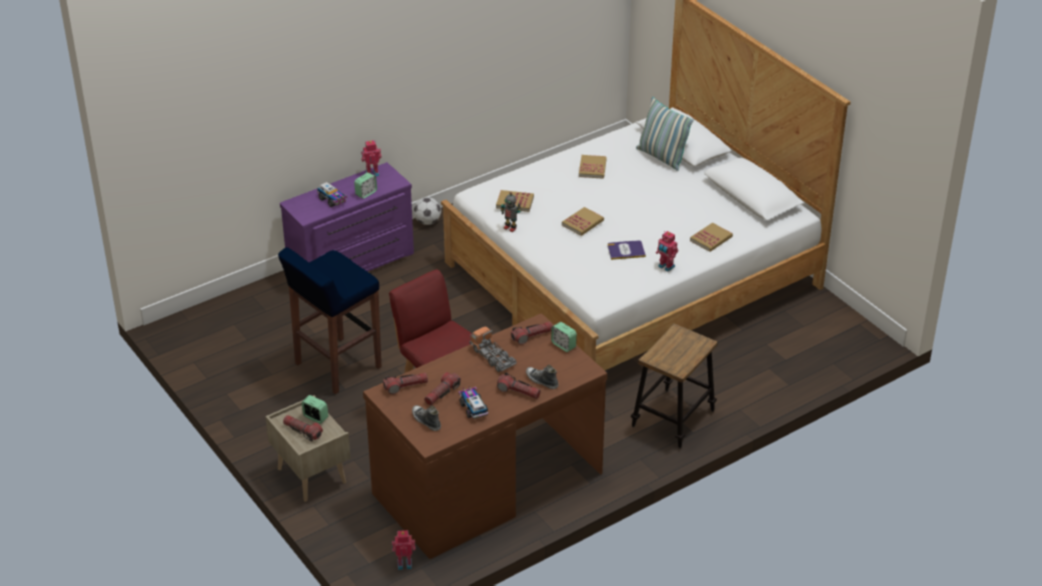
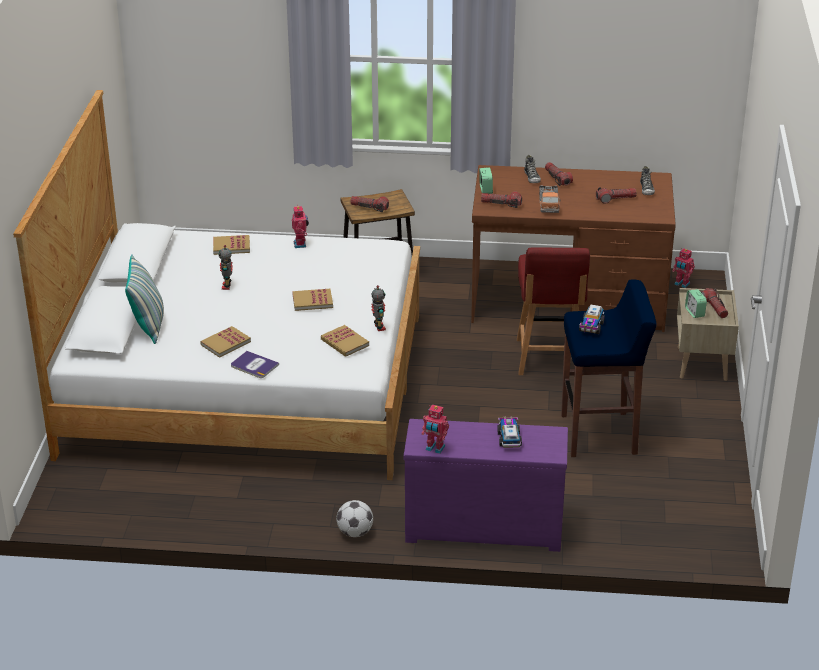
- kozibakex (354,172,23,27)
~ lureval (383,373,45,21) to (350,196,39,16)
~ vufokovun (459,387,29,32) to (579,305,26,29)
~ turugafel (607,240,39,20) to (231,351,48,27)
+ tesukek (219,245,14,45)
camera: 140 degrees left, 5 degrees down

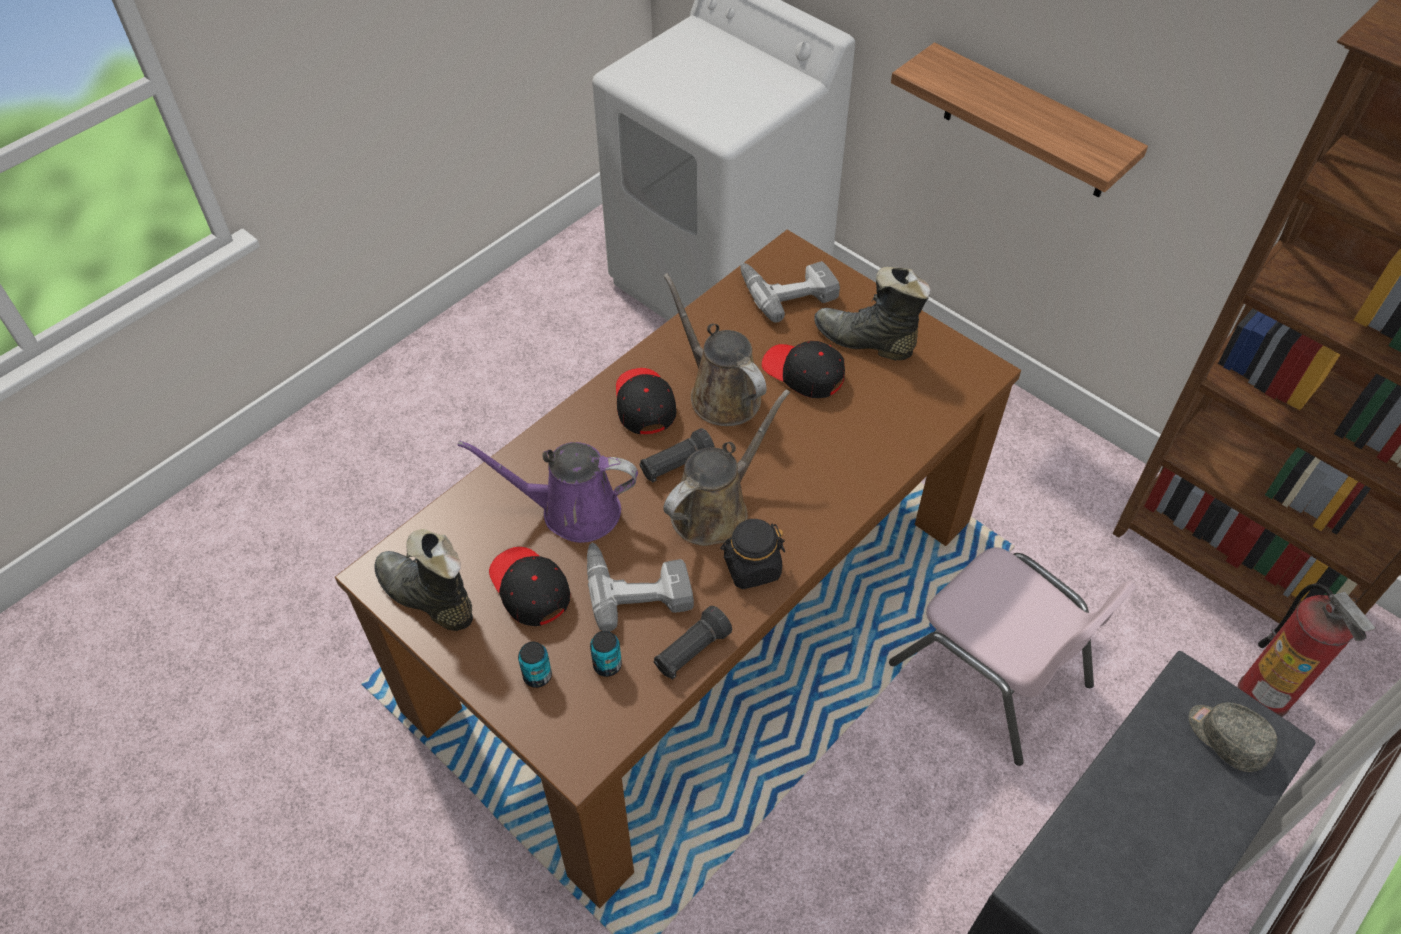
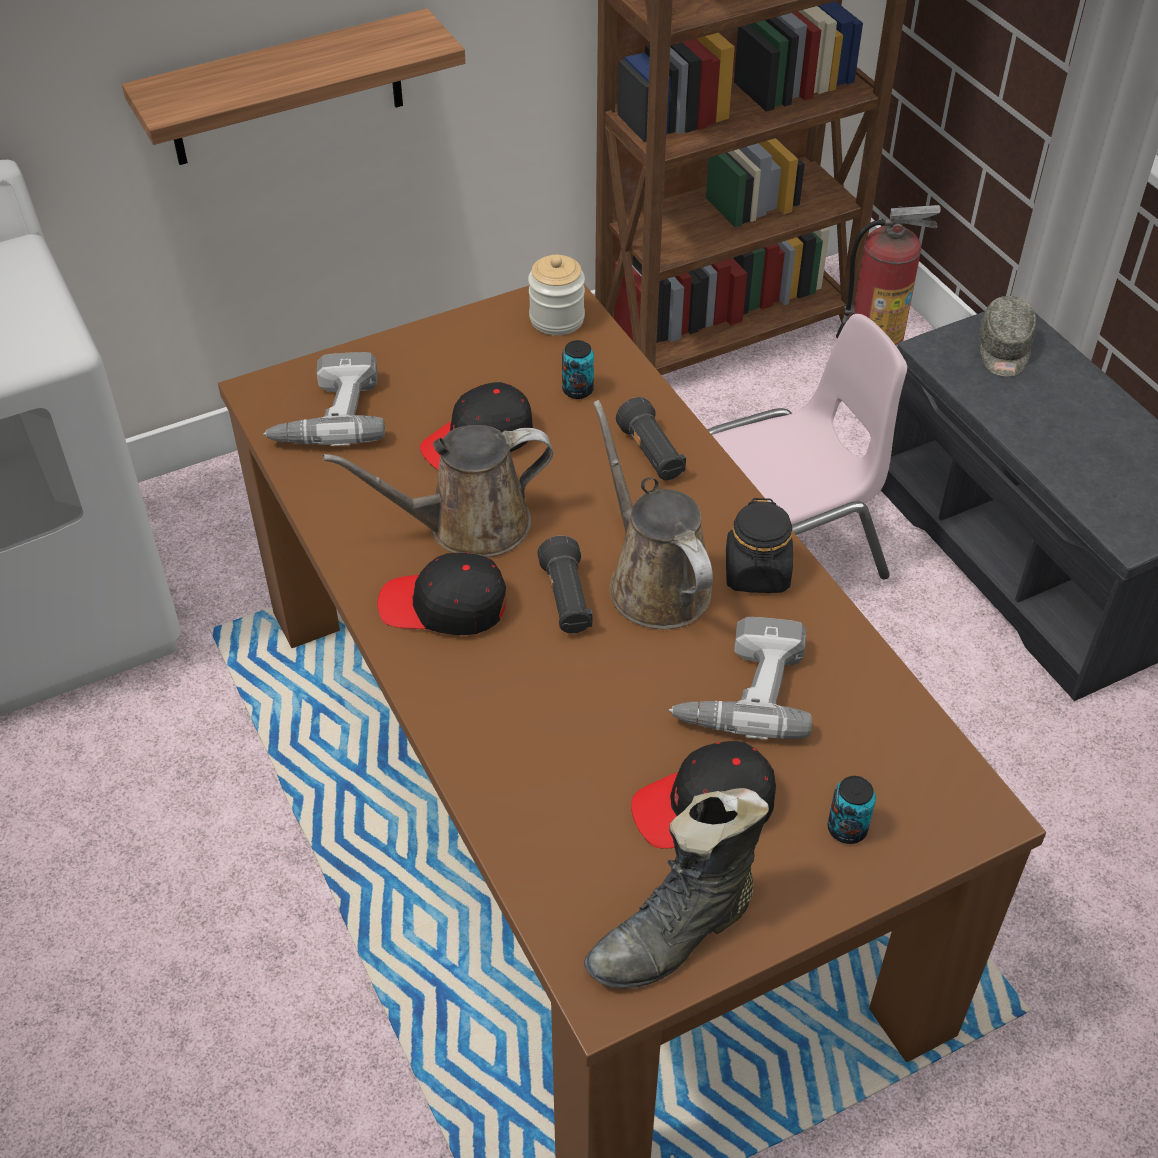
- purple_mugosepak (458,440,180,103)
~ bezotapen (590,631,32,46) to (562,340,32,59)
~ black_lureval (654,606,78,74) to (616,397,70,83)
- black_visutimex (814,267,117,93)
~ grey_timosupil (1189,702,88,70) = (979,296,57,81) 60 degrees counterclockwise
+ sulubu (528,255,57,80)
camera: 70 degrees left, 5 degrees down

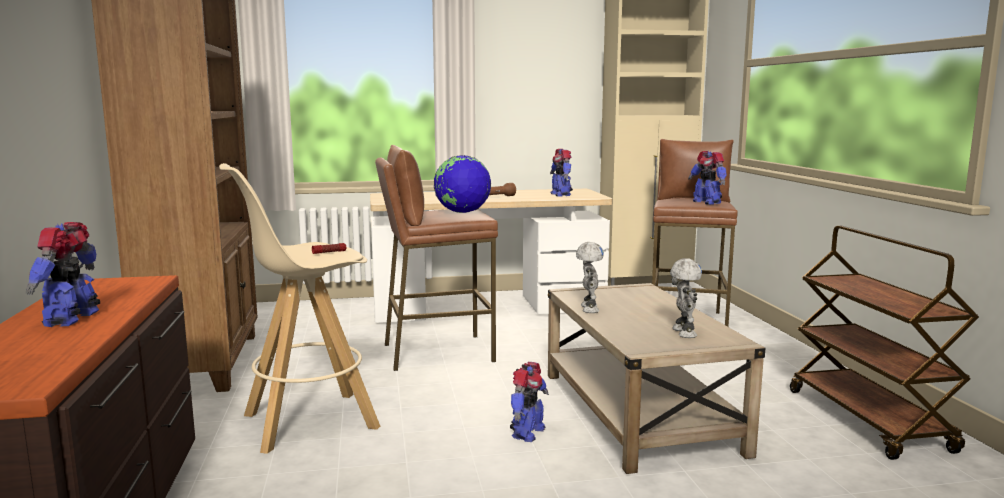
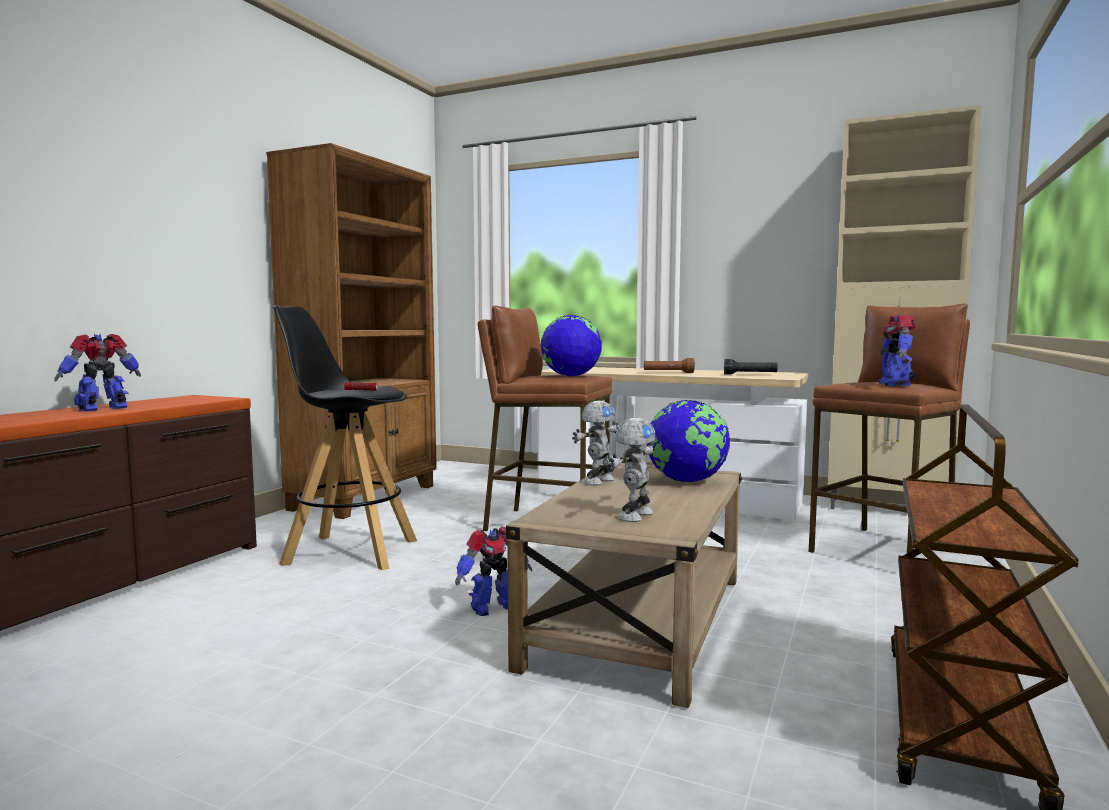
~ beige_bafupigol (219,163,161,291) to black_bafupigol (273,305,144,265)
~ tesukek (550,149,23,48) to black_lureval (724,359,54,16)
+ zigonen (647,400,83,82)
camera: 35 degrees right, 5 degrees down

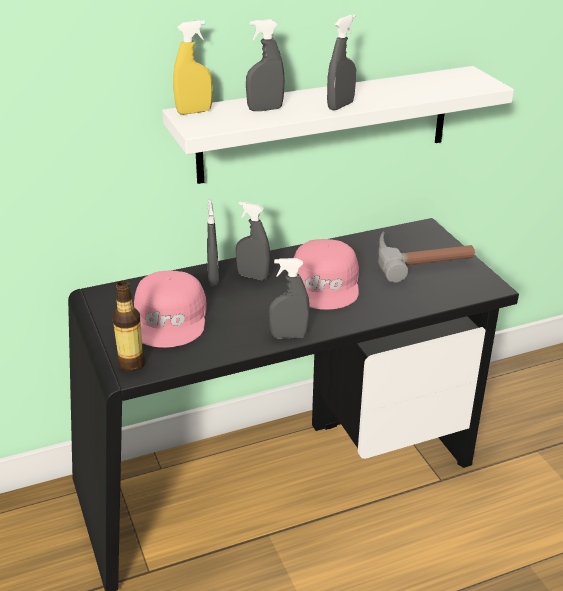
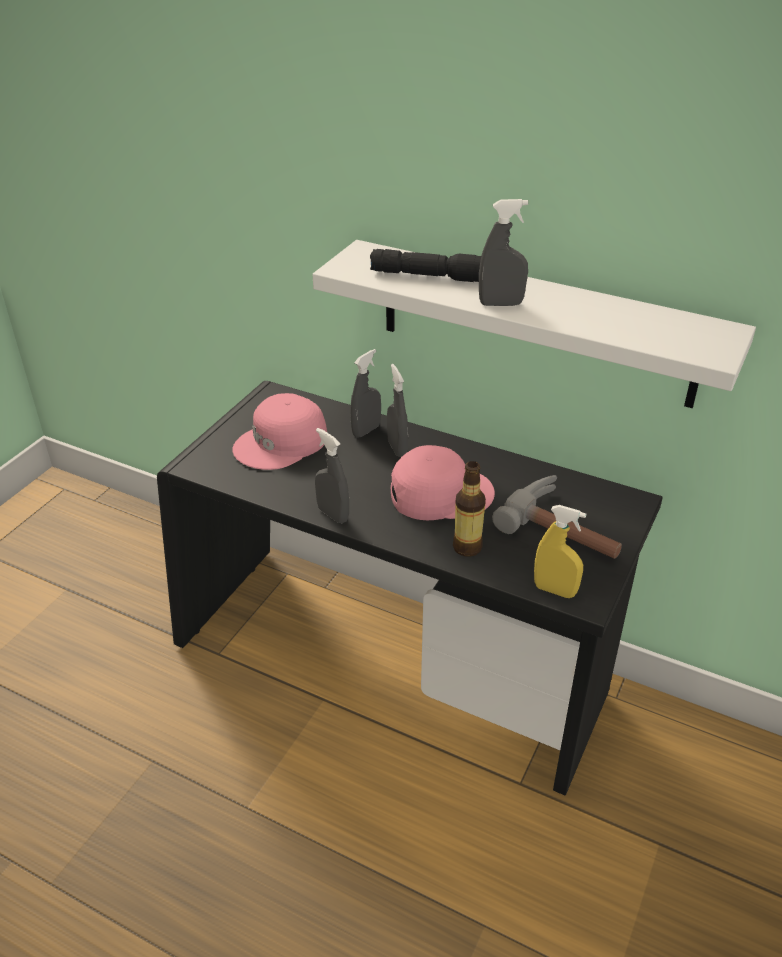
~ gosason (112,280,33,92) to (453,461,33,96)
~ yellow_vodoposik (173,20,40,95) to (534,505,52,93)
~ grey_vodoposik (246,19,39,92) to black_lureval (370,249,111,33)
~ pink_timosupil (294,239,65,71) = (391,445,104,75) 150 degrees counterclockwise
camera: 50 degrees right, 5 degrees up

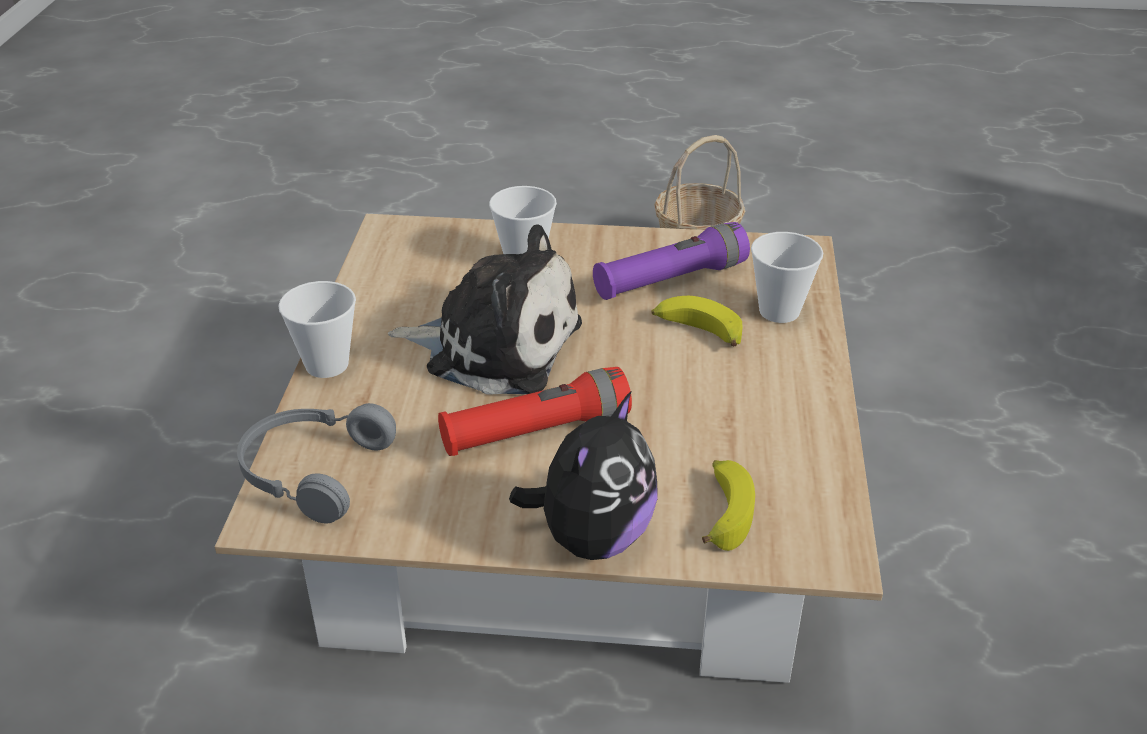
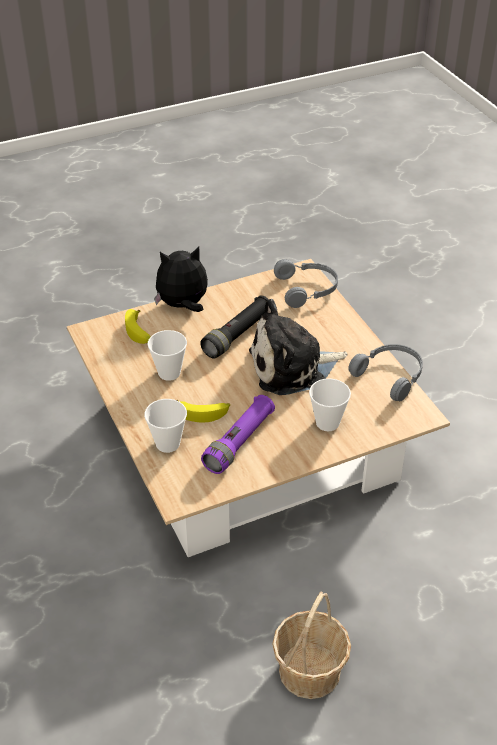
~ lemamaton (279,281,77,97) to (148,330,39,51)
~ red_lureval (438,367,194,89) to black_lureval (200,295,69,64)
~ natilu (509,392,149,168) = (154,246,54,66) 75 degrees clockwise
+ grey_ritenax (348,344,75,57)
camera: 150 degrees right, 5 degrees up

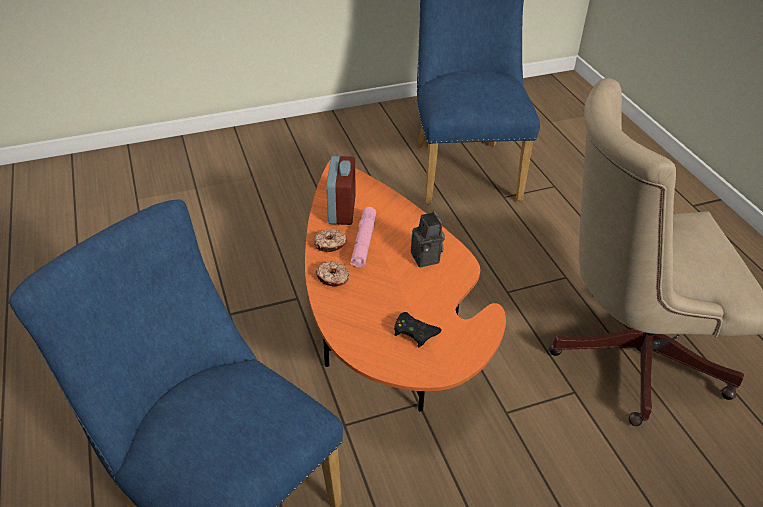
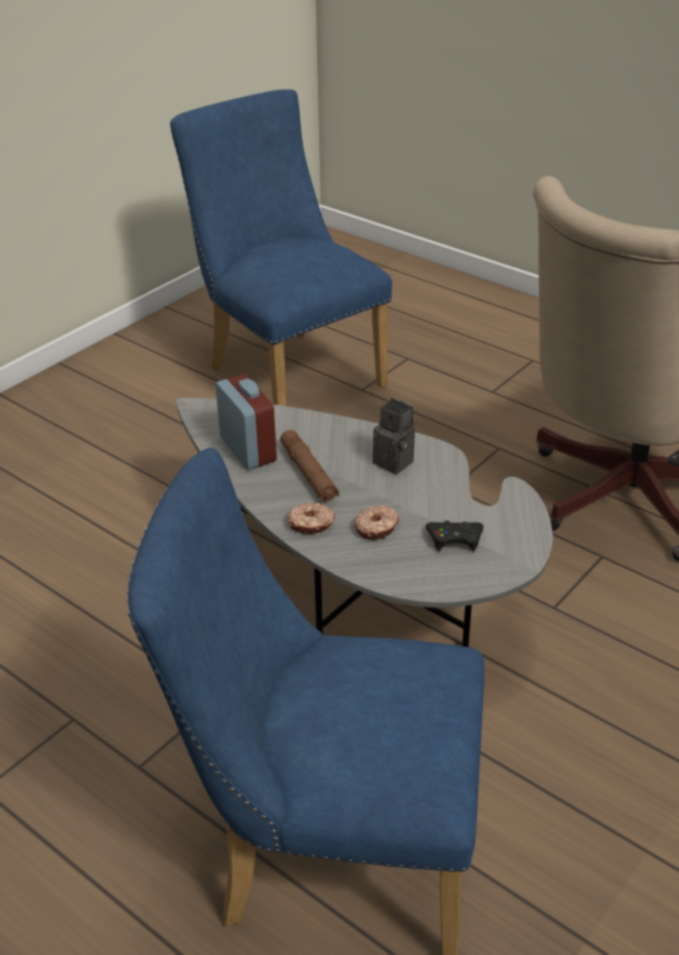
~ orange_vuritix (305,161,201,251) to grey_vuritix (176,398,377,249)
~ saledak (314,229,33,23) to (354,505,45,35)
~ pink_lureval (350,207,26,60) to brown_lureval (280,430,59,72)
camera: 30 degrees left, 5 degrees down

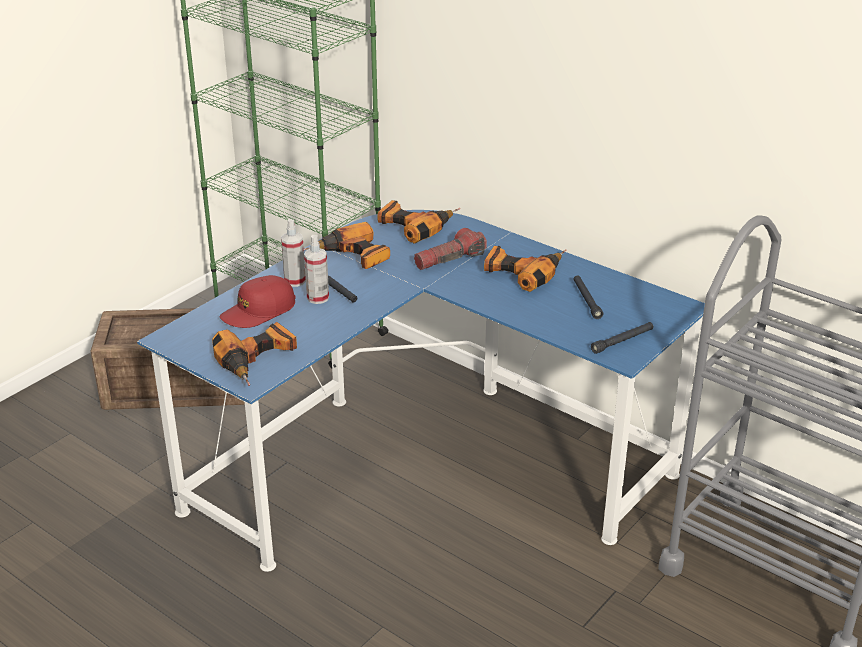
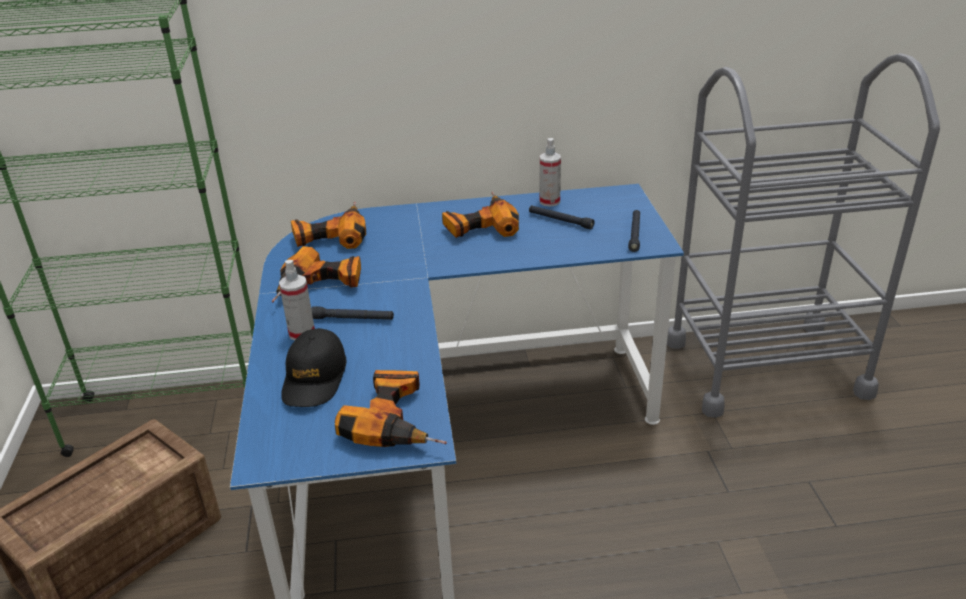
~ red_timosupil (220,275,76,53) to black_timosupil (281,328,65,79)
~ vodoposik (304,235,25,69) to (540,138,21,68)
- lureval (414,228,73,42)
camera: 45 degrees left, 0 degrees up

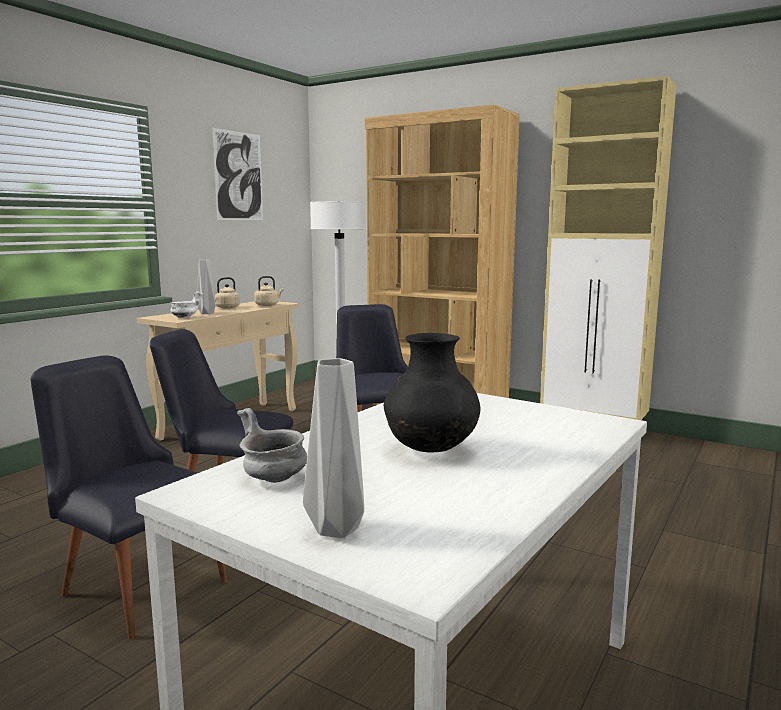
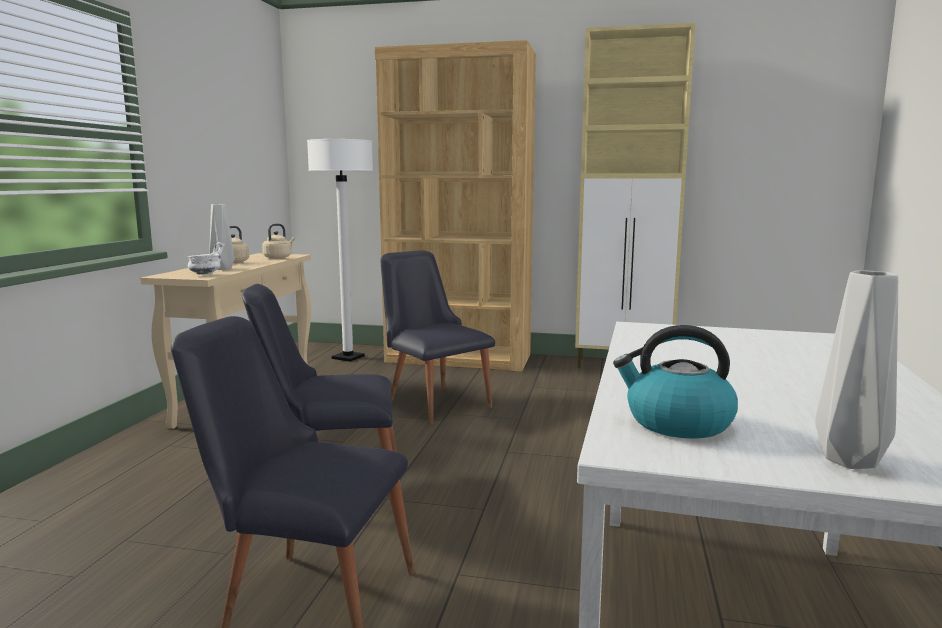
- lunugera (212,128,51,92)
~ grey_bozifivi (237,408,70,75) to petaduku (613,325,125,114)
- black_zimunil (383,333,97,120)
camera: 20 degrees left, 0 degrees up

